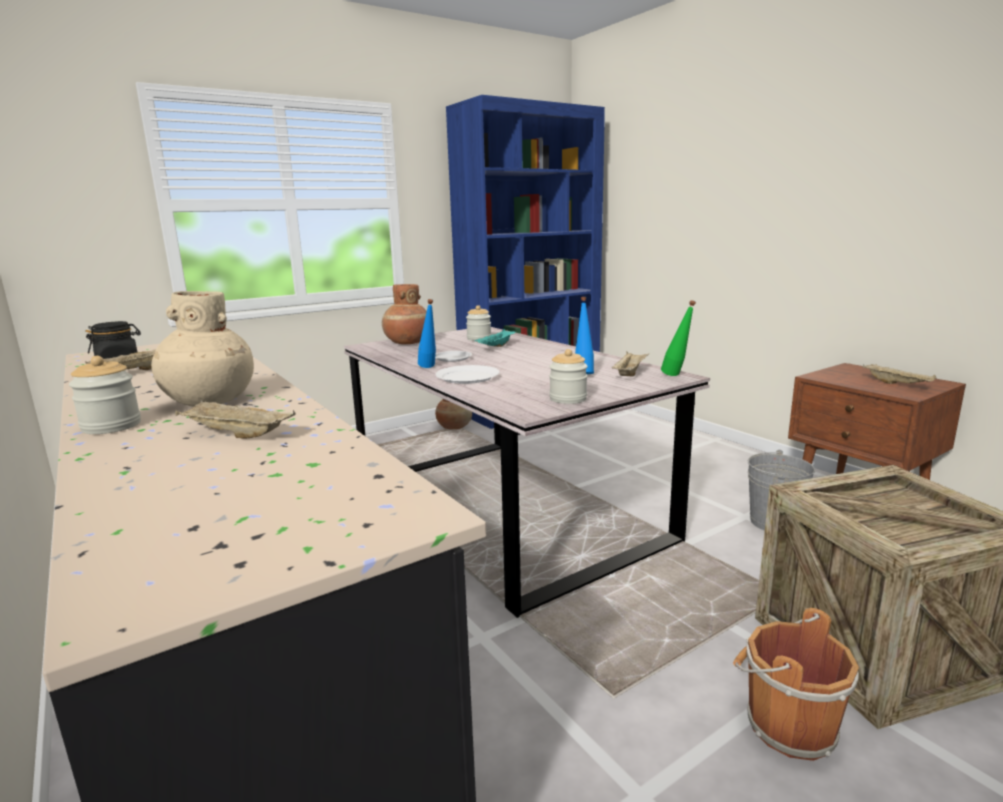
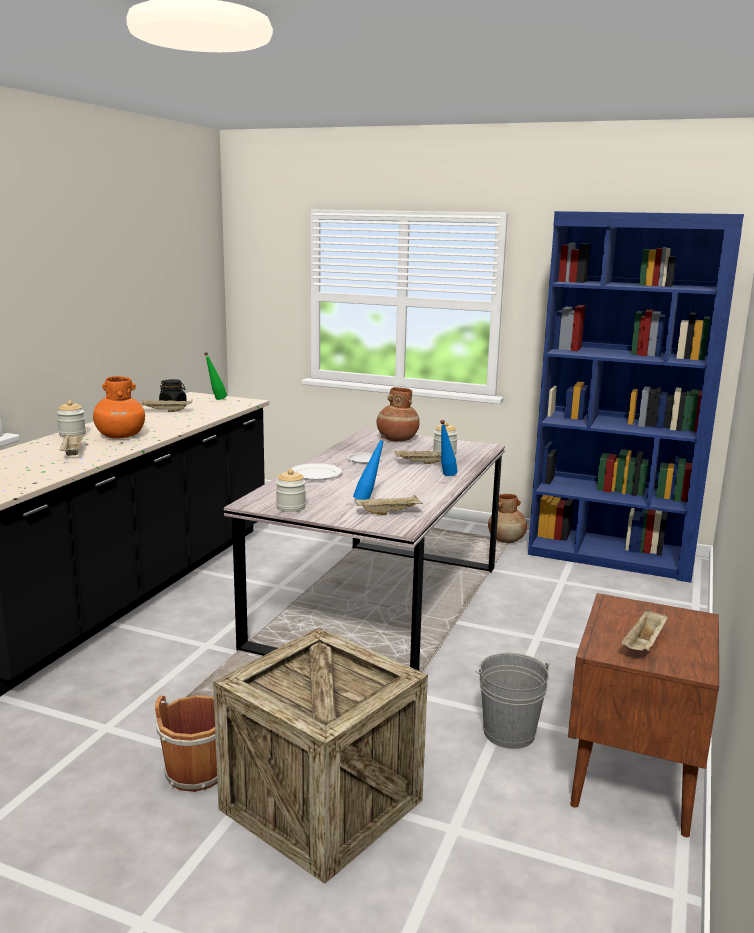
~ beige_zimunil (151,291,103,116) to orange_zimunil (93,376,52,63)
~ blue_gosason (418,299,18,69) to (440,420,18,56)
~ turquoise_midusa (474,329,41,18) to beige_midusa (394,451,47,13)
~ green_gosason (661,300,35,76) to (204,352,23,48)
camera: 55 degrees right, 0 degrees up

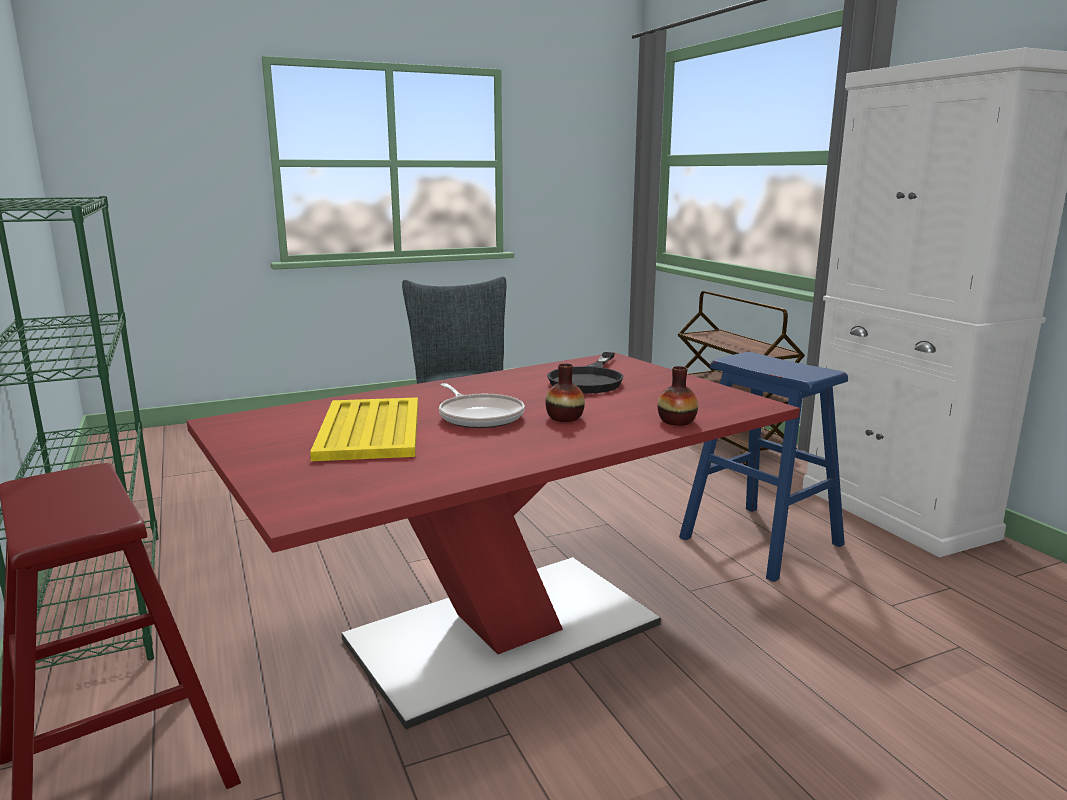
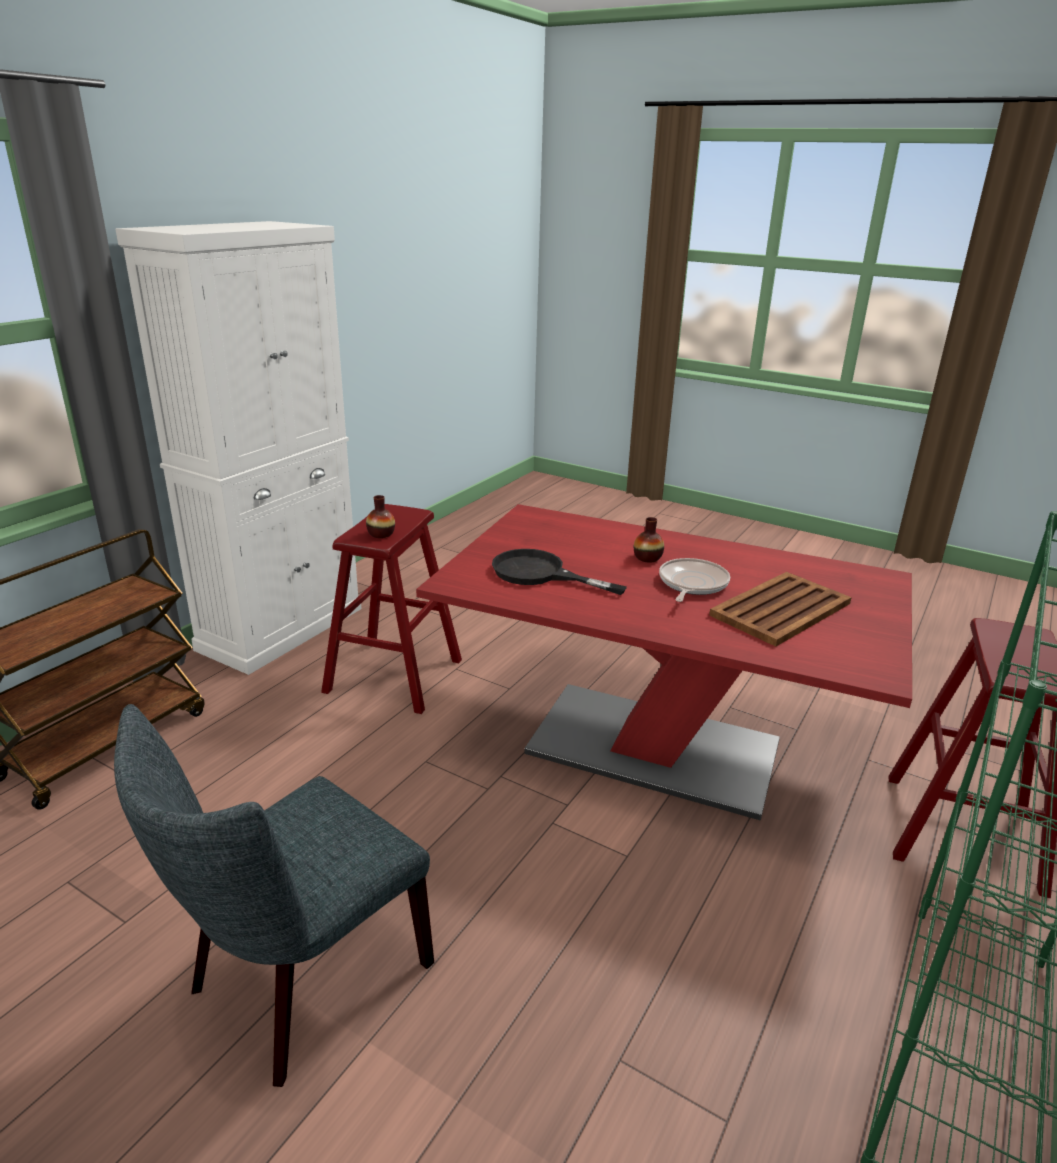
~ yellow_midusa (310,397,108,64) to brown_midusa (709,572,143,75)
~ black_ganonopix (547,352,77,41) = (492,549,135,46) 135 degrees counterclockwise
~ zimunil (658,366,40,60) to (366,495,29,43)
~ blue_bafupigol (679,352,169,230) to red_bafupigol (321,504,141,210)
camera: 125 degrees left, 10 degrees up

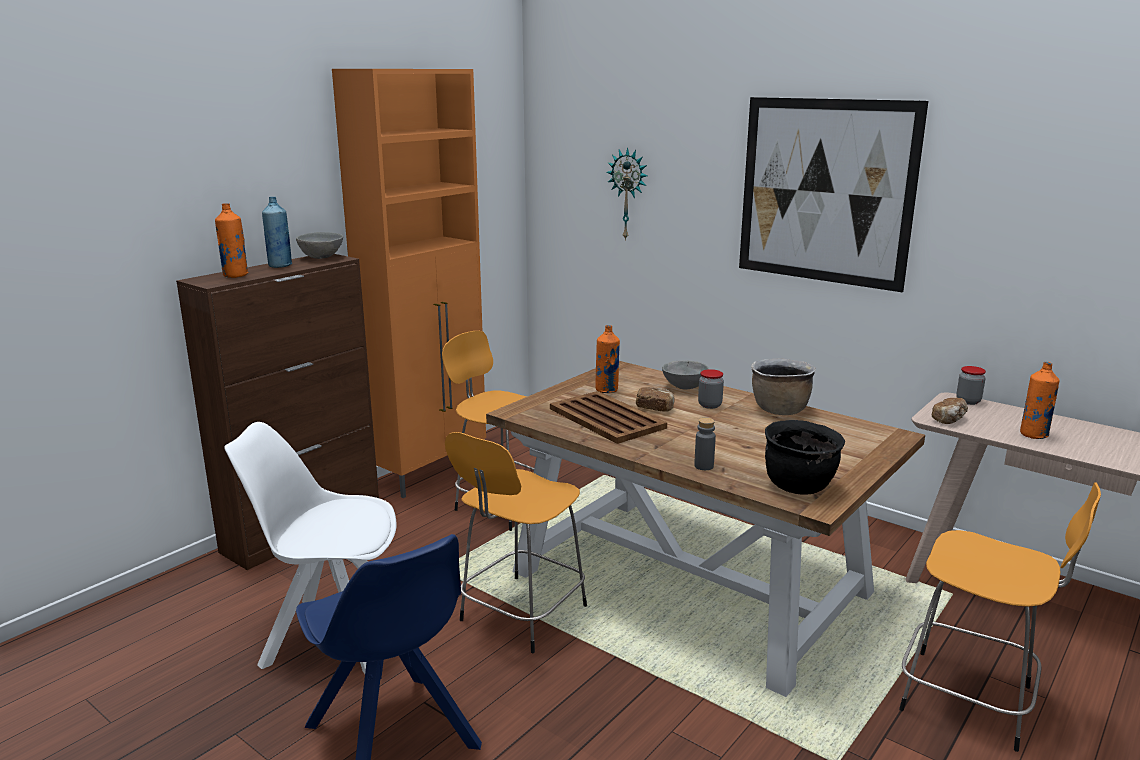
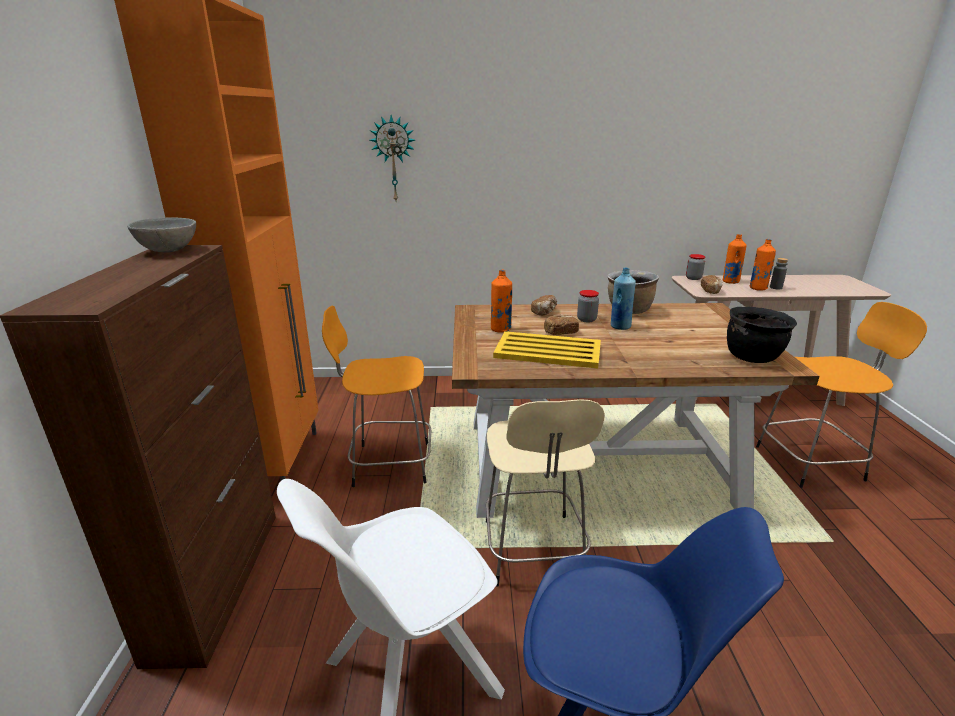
~ orange_gosason (215,203,34,75) to (723,234,24,50)
~ blue_gosason (262,197,30,71) to (611,268,25,62)
~ orange_bafupigol (445,432,142,221) to beige_bafupigol (486,399,119,188)
~ brown_midusa (550,391,117,53) to yellow_midusa (493,331,108,38)
~ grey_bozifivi (662,360,47,30) to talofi (531,295,26,21)
~ grey_gosason (694,418,22,52) to (770,258,18,32)
- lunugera (739,97,189,195)
camera: 40 degrees left, 5 degrees up

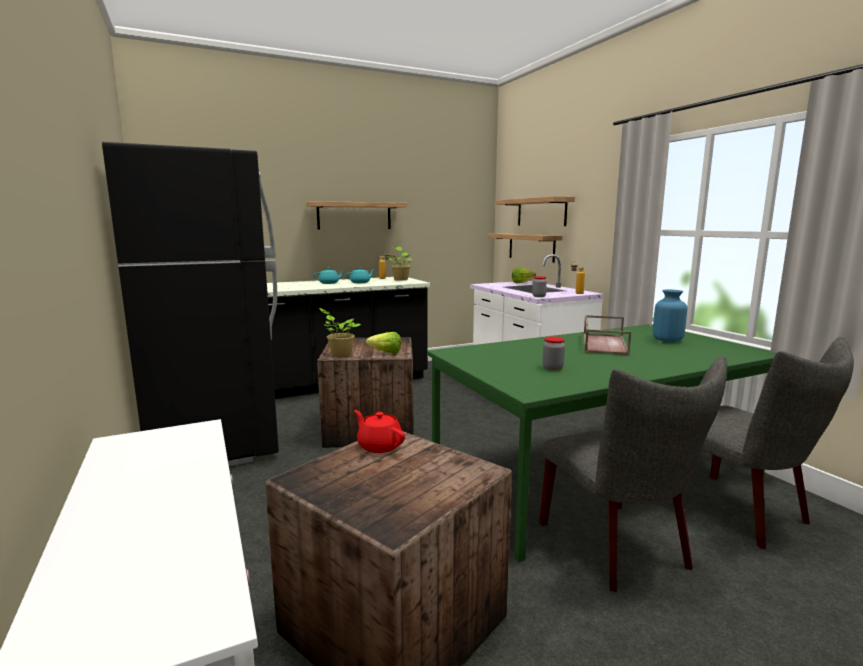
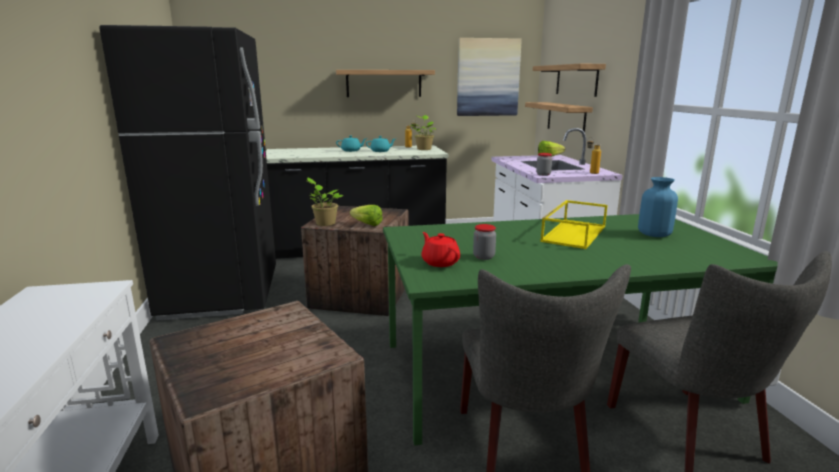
~ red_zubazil (354,410,51,43) to (421,232,39,35)
~ brown_midusa (584,315,47,40) to yellow_midusa (540,200,67,49)
+ lunugera (457,38,65,78)
camera: 15 degrees right, 5 degrees up

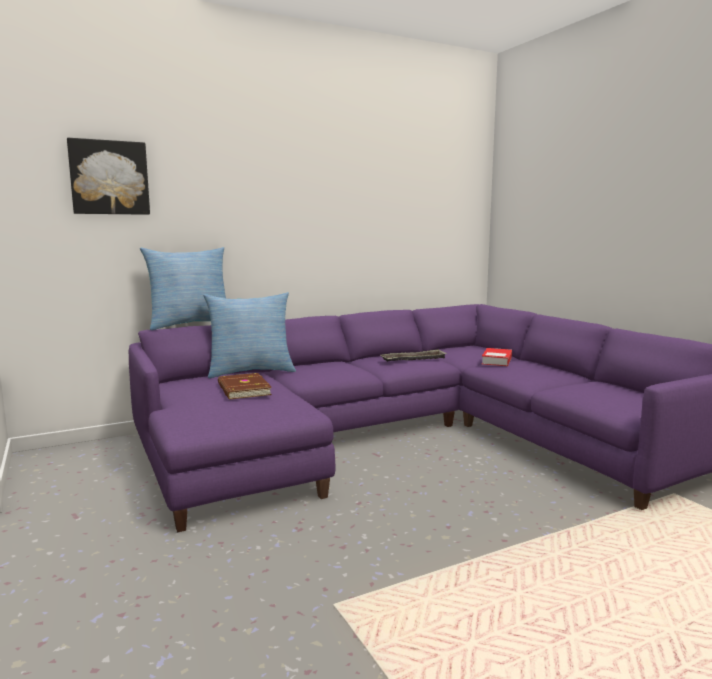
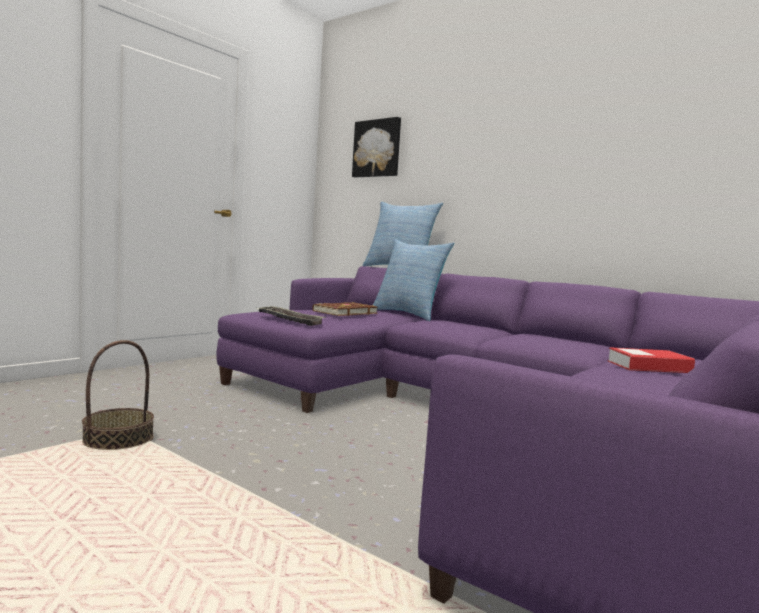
~ midusa (381,349,66,13) to (257,306,69,20)
+ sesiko (82,340,72,110)
camera: 65 degrees right, 5 degrees down

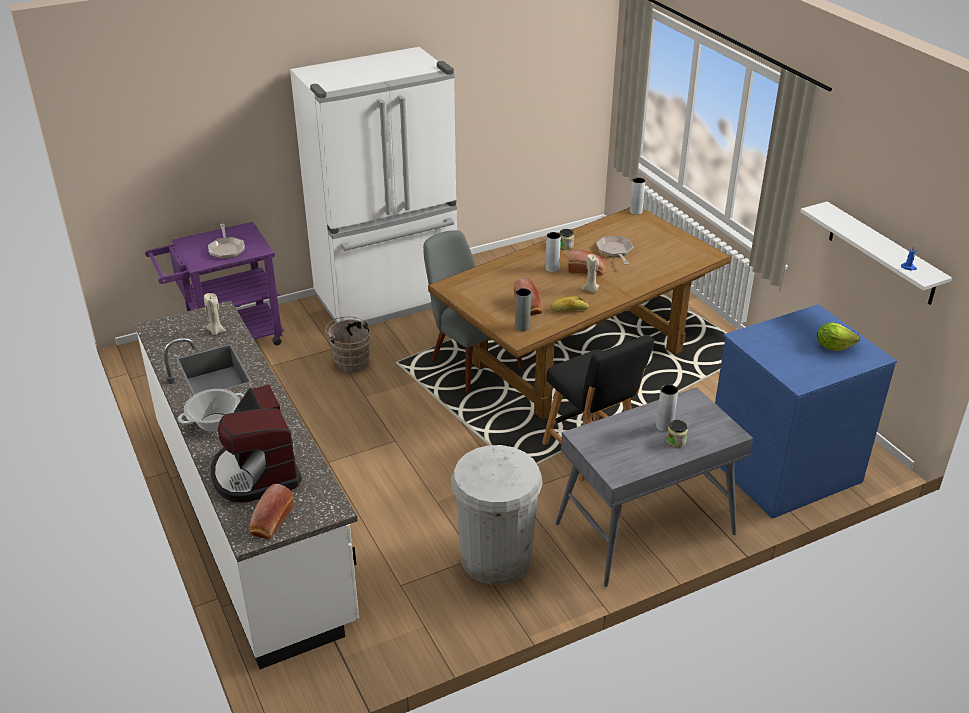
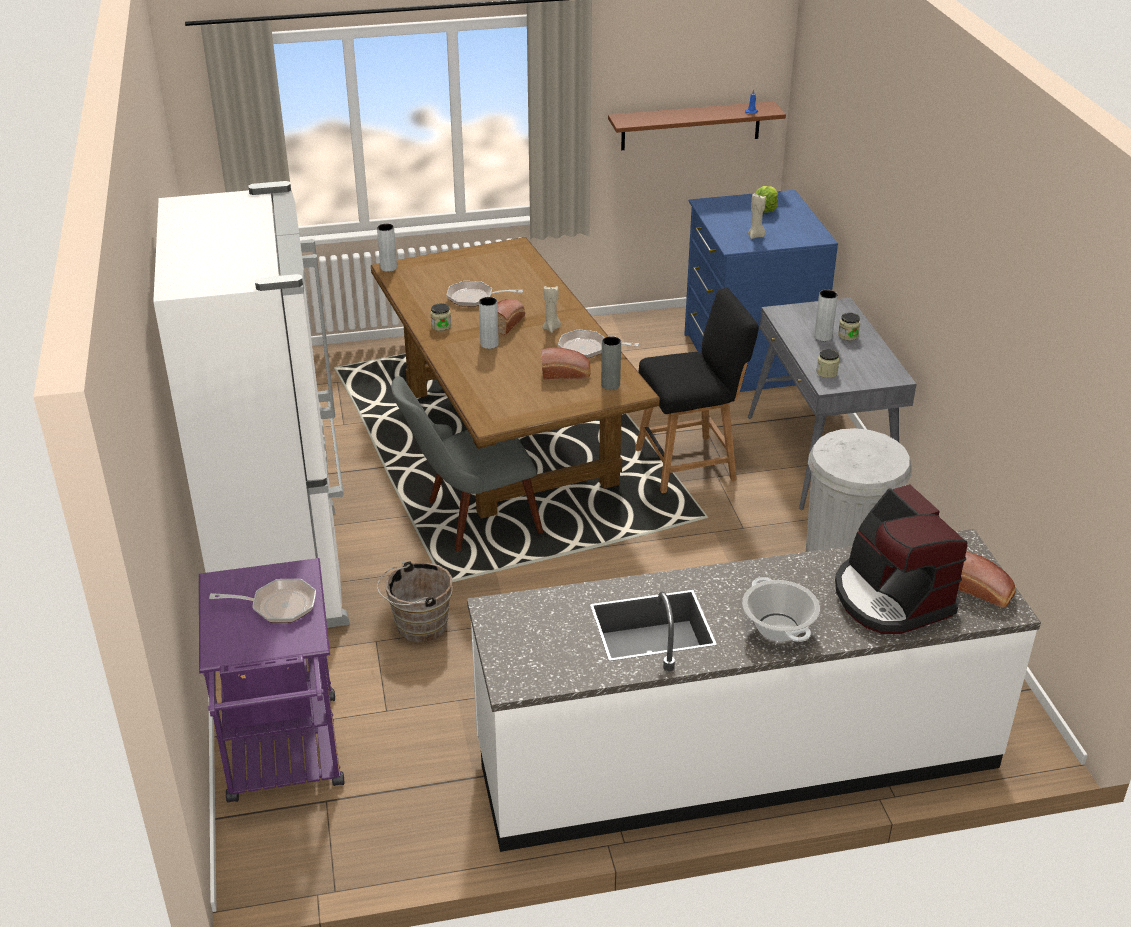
~ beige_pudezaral (204,293,22,42) to (748,193,18,46)
~ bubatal (211,385,91,117) = (835,484,133,150) 75 degrees clockwise
~ talofi (551,296,38,15) to ganonopix (558,329,81,29)
~ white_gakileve (800,201,152,104) to brown_gakileve (608,101,178,49)
+ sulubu (816,349,24,29)
camera: 75 degrees left, 0 degrees up

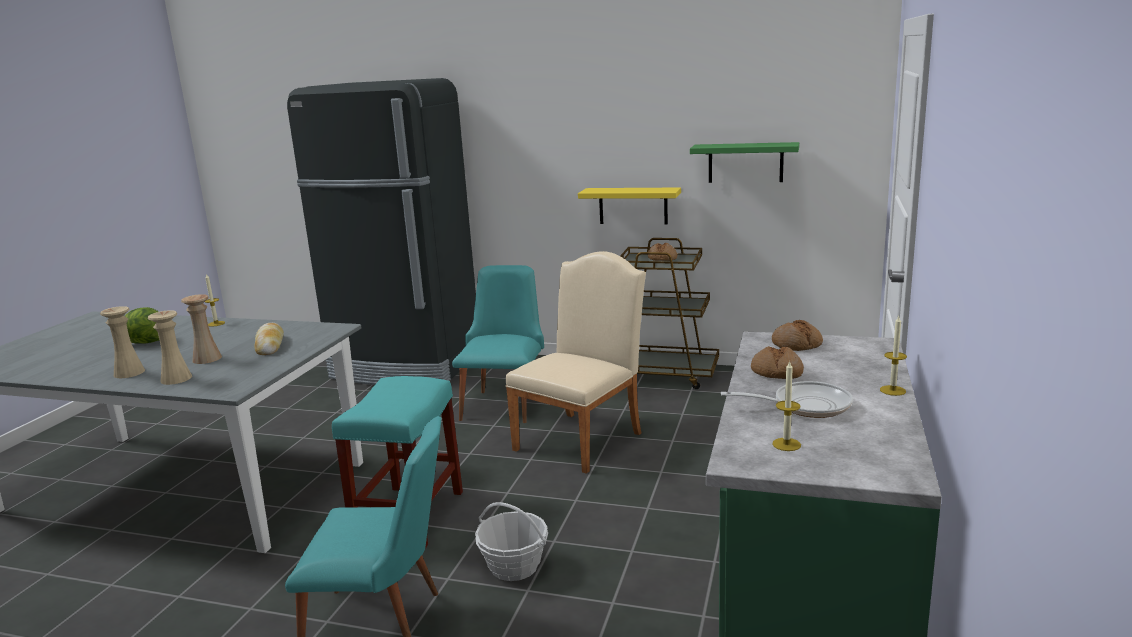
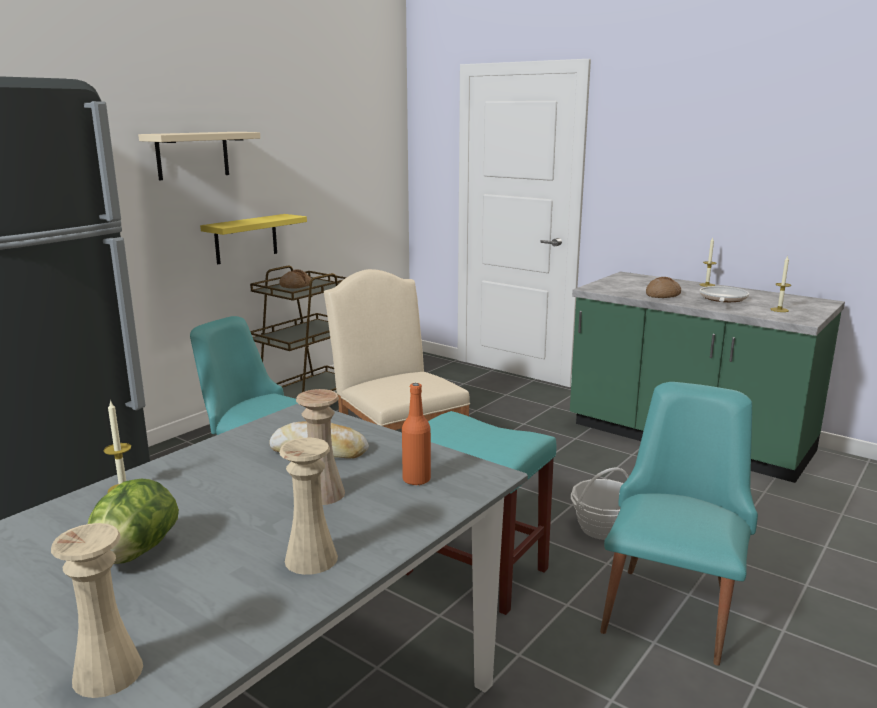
~ beige_zimunil (148,310,44,75) to (51,523,92,175)
- green_gakileve (690,142,109,41)
- talofi (772,320,51,31)
+ beige_gakileve (138,132,122,48)
+ orange_gosason (402,383,29,103)
camera: 70 degrees left, 0 degrees up

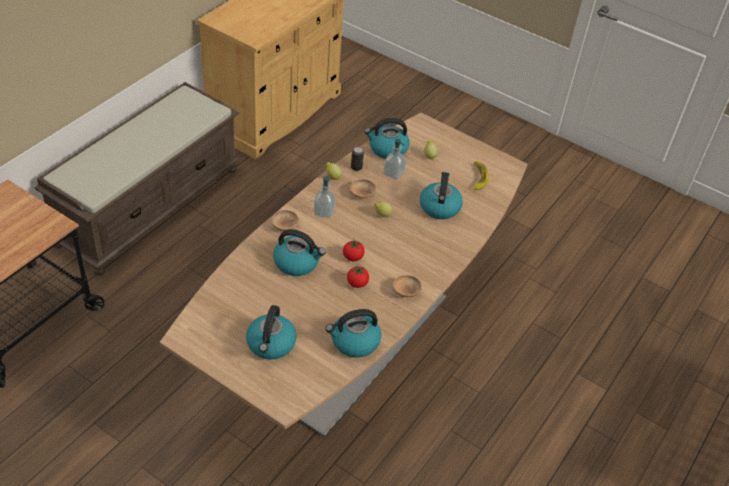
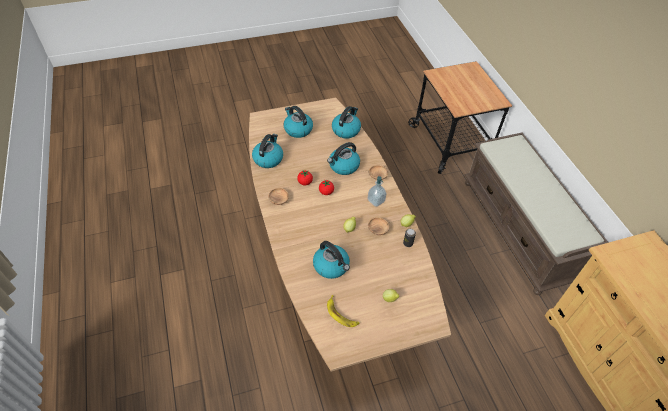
~ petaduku (364,118,46,41) to (332,106,29,32)
- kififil (383,139,23,41)
camera: 130 degrees right, 5 degrees up

